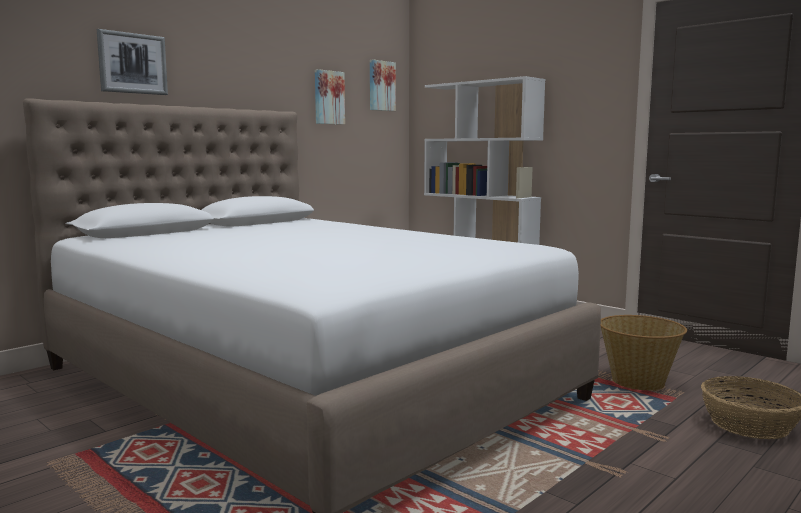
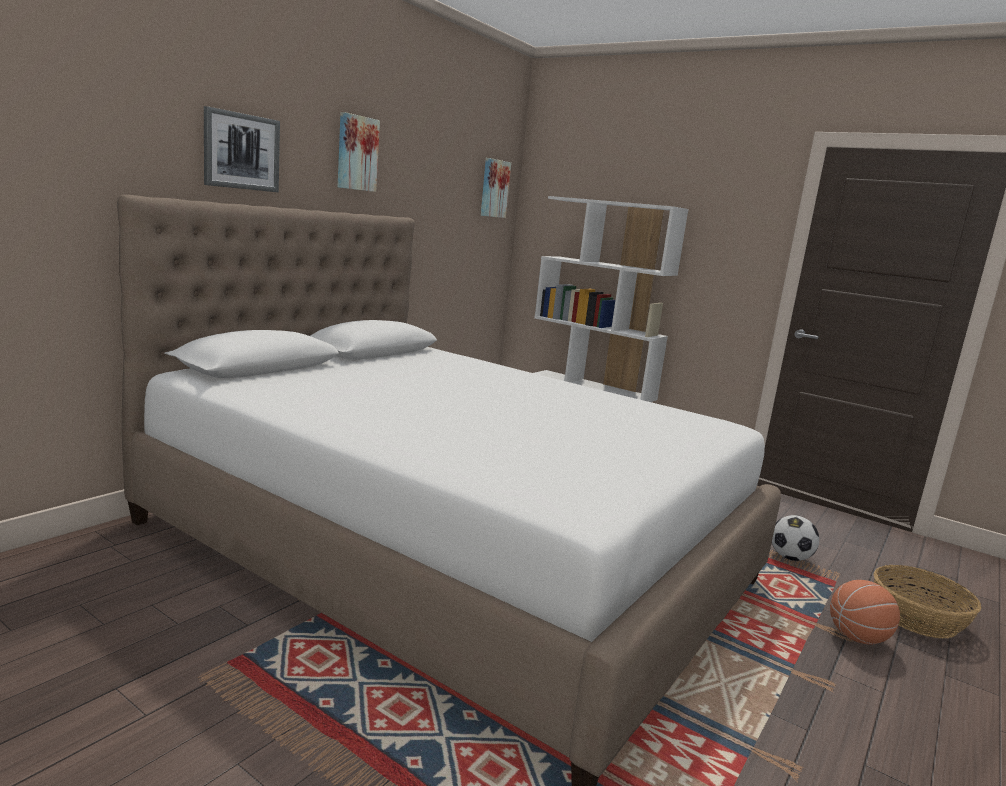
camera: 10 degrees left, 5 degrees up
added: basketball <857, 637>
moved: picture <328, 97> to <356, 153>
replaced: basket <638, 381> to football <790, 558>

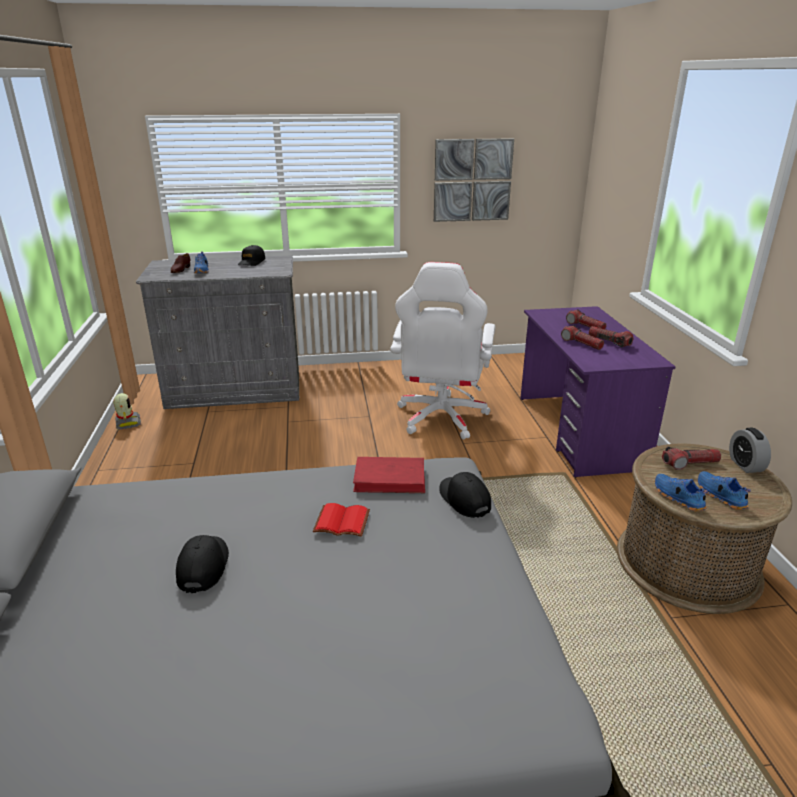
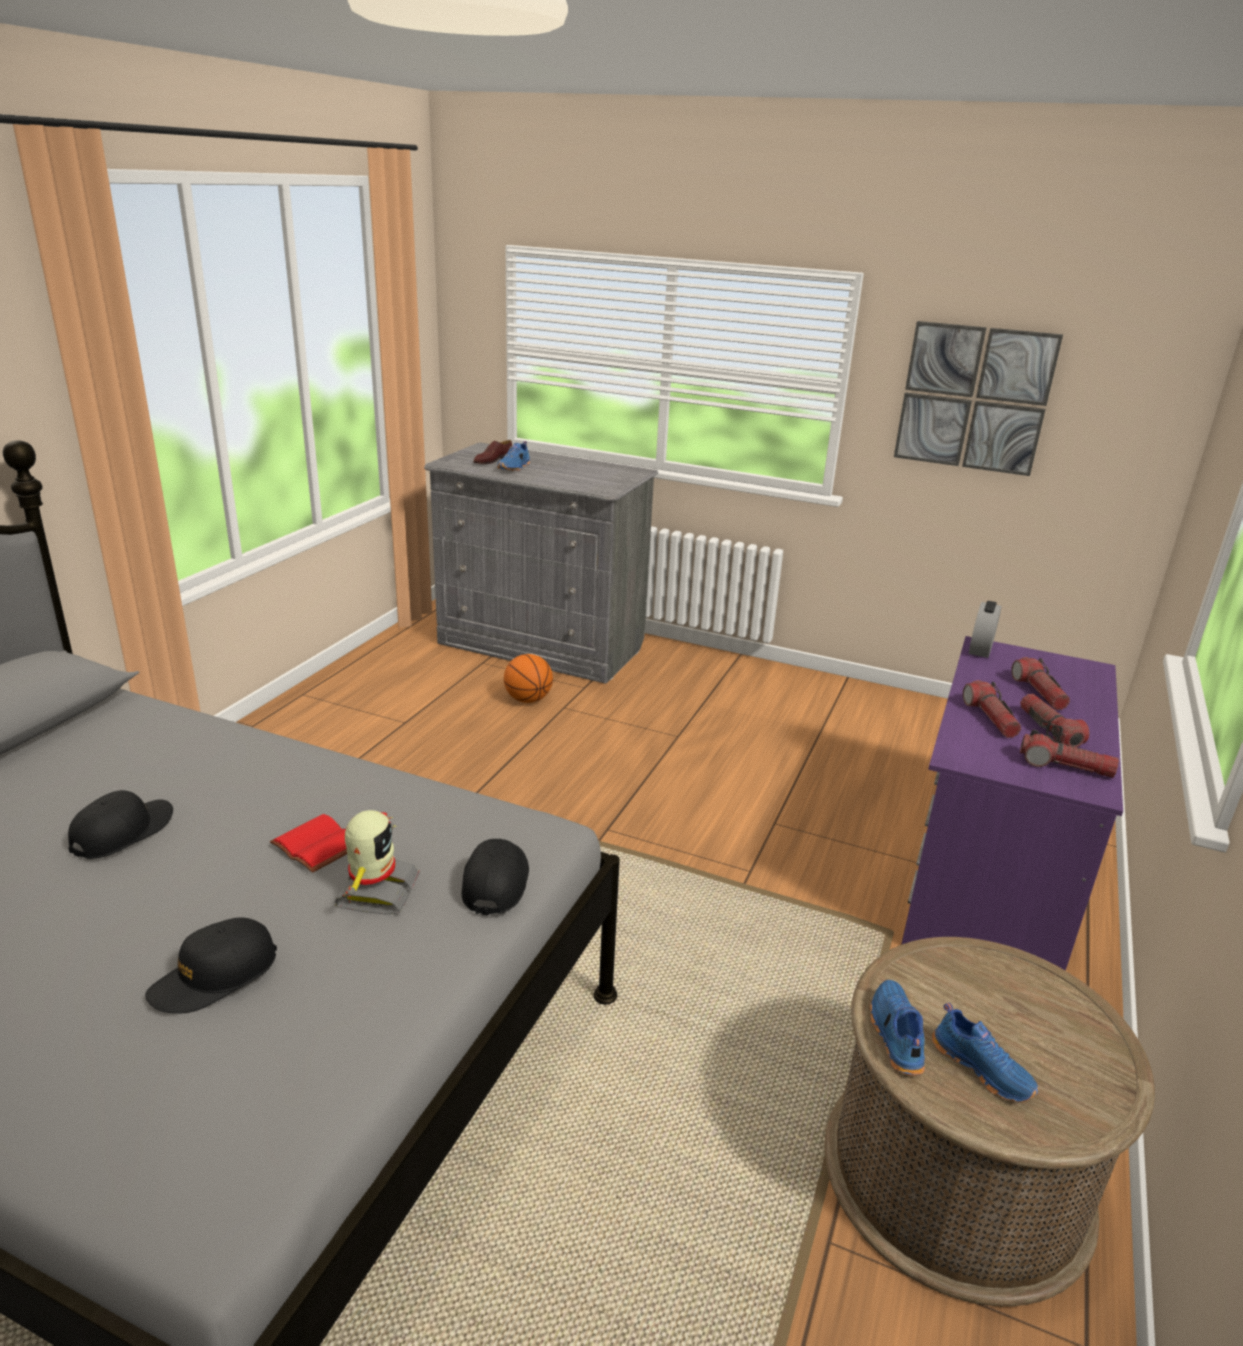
camera: 30 degrees right, 0 degrees up
removed: red_book <390, 478>; white_office_chair <441, 417>
added: basketball <528, 699>
moved: toy_robot <127, 423> to <375, 892>; black_cap <252, 262> to <214, 977>; flashlight <690, 464> to <1065, 767>; alarm_clock <745, 465> to <980, 649>
turned: blue_shoe <719, 496> = <982, 1068> 135 degrees clockwise

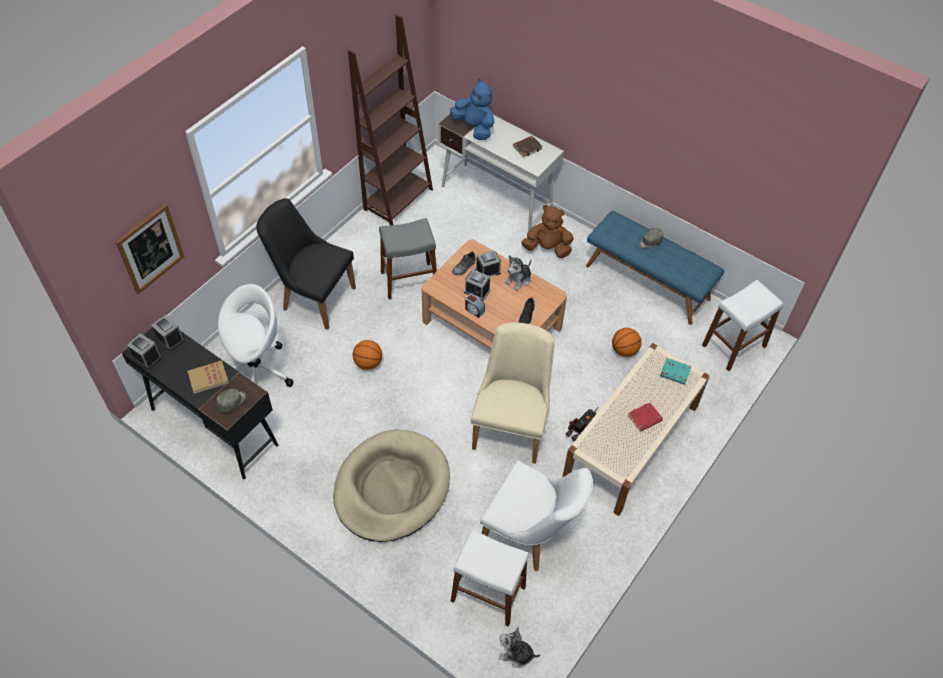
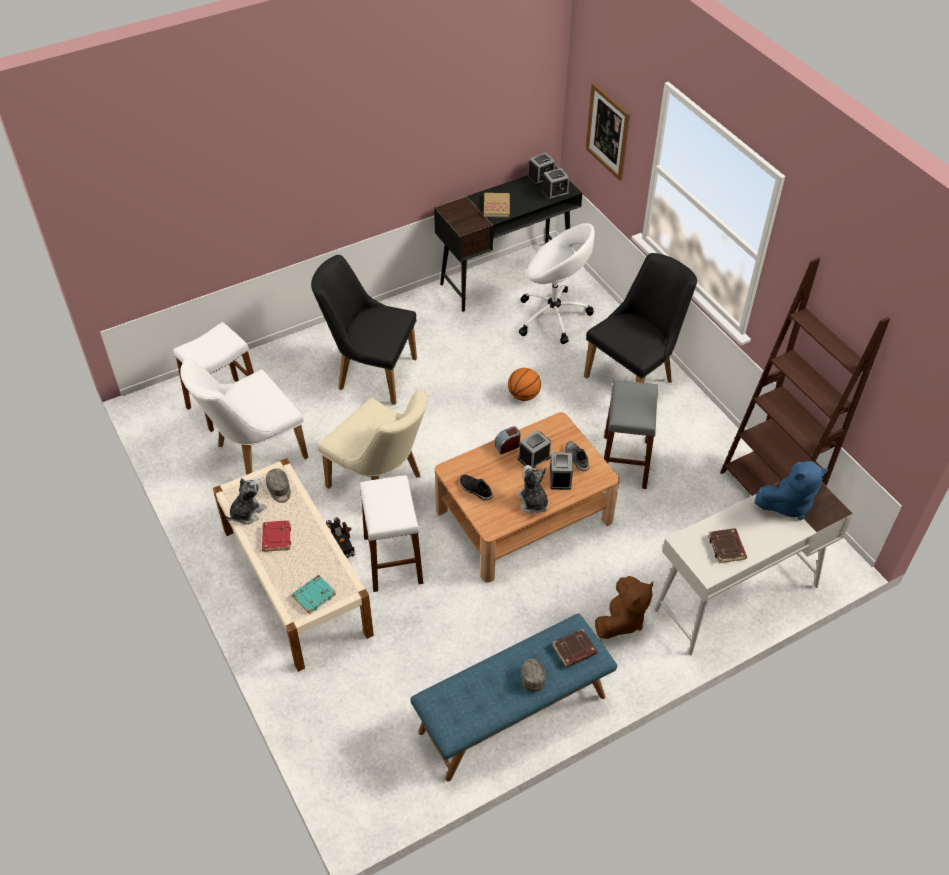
camera: 115 degrees right, 5 degrees down
removed: basketball <624, 350>
added: brown_book <574, 650>
moved: grey_cap <232, 402> to <279, 490>; plush_toy <516, 654> to <247, 512>; white_stool <734, 346> to <393, 560>
replaced: beige_dog_bed <391, 488> to black_chair <369, 372>
turned: white_office_chair <259, 371> = <554, 316> 60 degrees counterclockwise

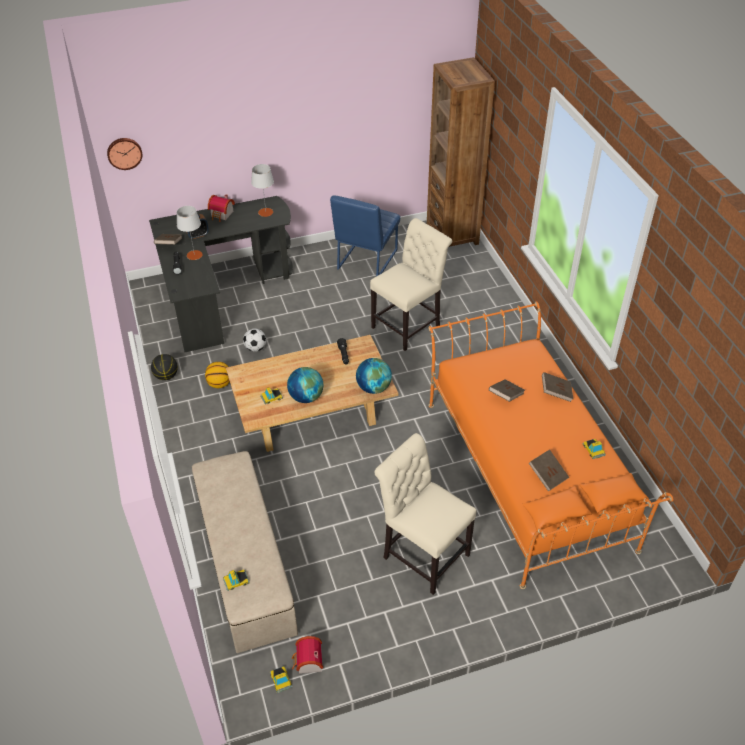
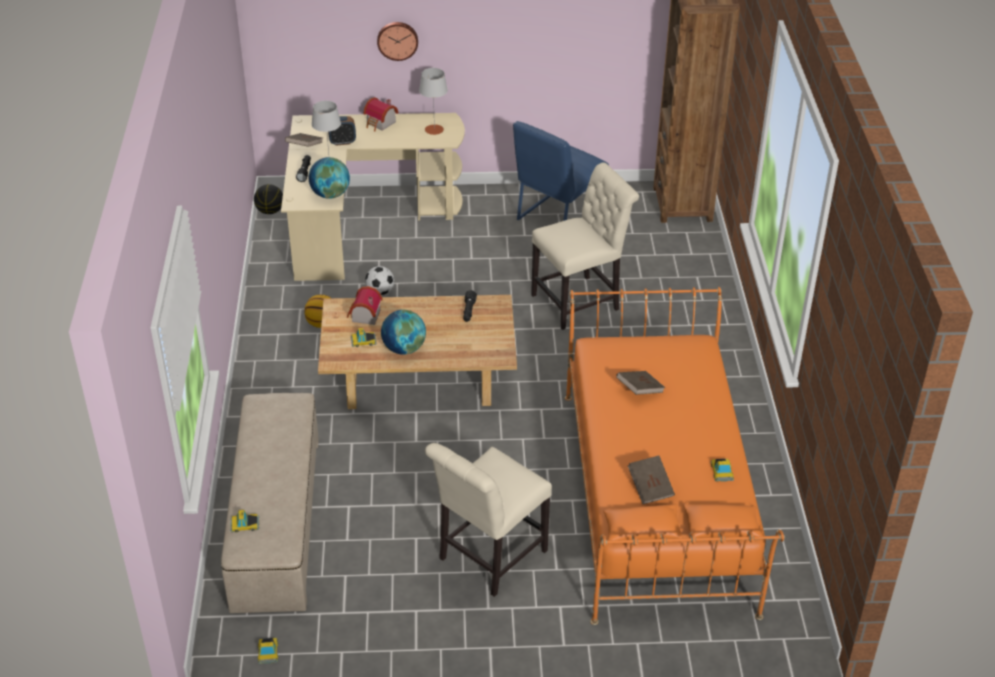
camera: 15 degrees right, 5 degrees down
removed: brown_book <556, 392>
moved: wall_clock <124, 153> to <397, 40>; basketball <166, 376> to <270, 211>; toy_house <307, 662> to <364, 316>; globe <373, 388> to <330, 194>
recoloured: black_desk <219, 293> to beige_desk <361, 221>
turned: beige_chair <422, 553> = <487, 558> 105 degrees counterclockwise

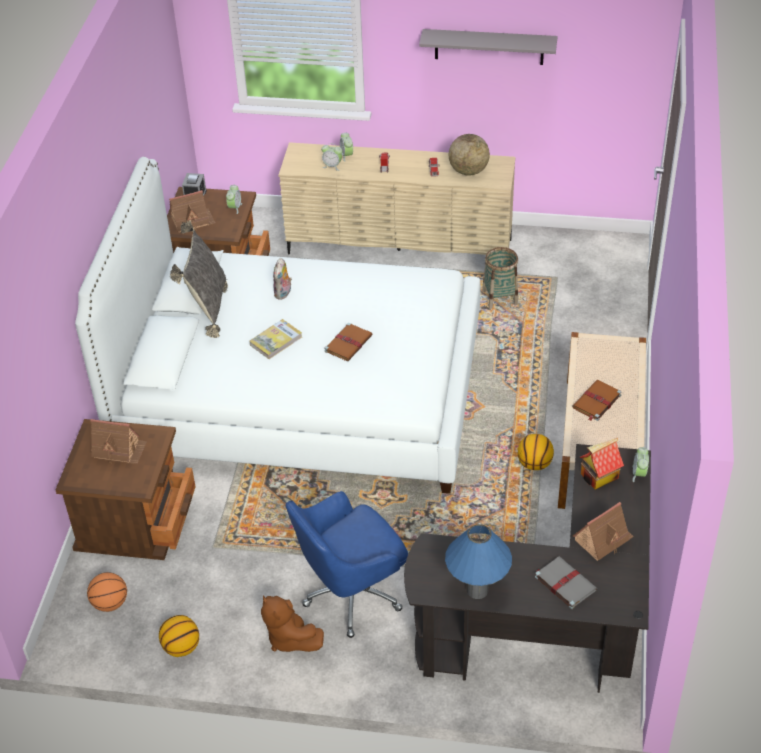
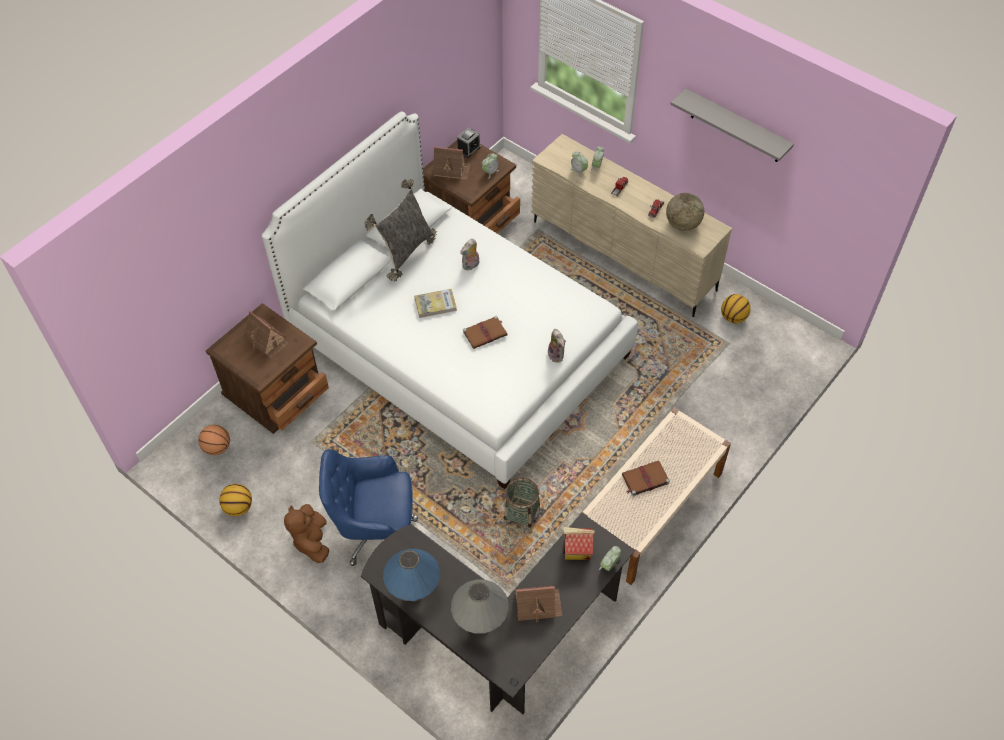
camera: 30 degrees right, 10 degrees up
added: plush_toy <557, 355>
moved: basket <500, 297> to <521, 517>; basketball <534, 464> to <733, 317>
replaced: grey_book <564, 583> to grey_table_lamp <480, 624>

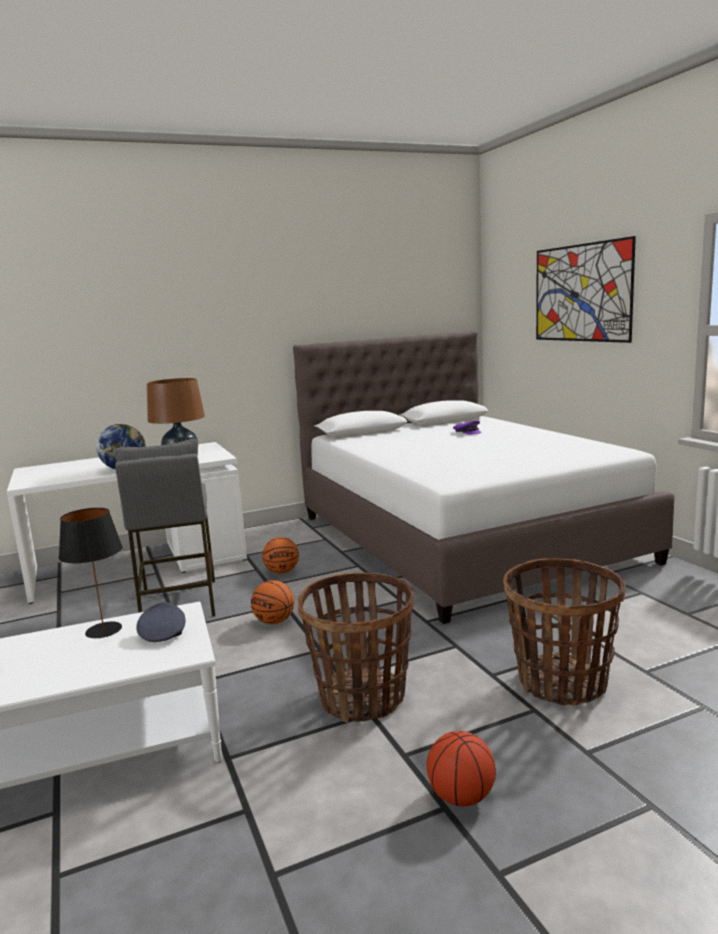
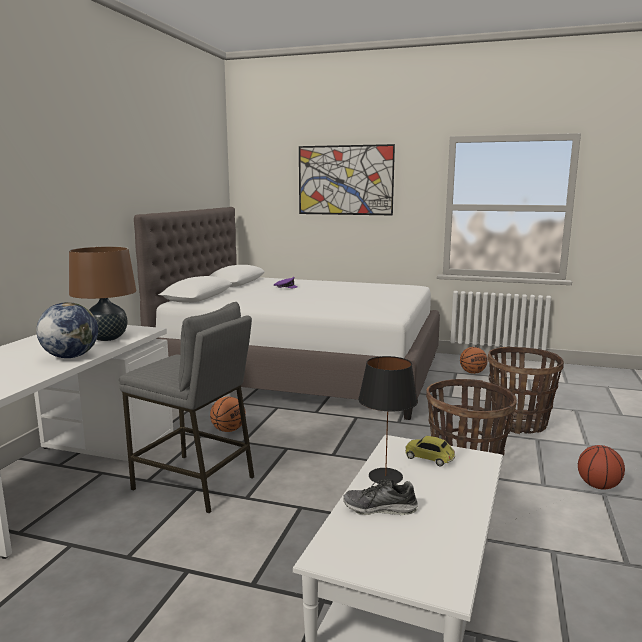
camera: 50 degrees left, 0 degrees up
added: shoe <380, 508>
moved: basketball <274, 621> to <472, 372>
replaced: grey_cap <162, 633> to toy_car <429, 458>

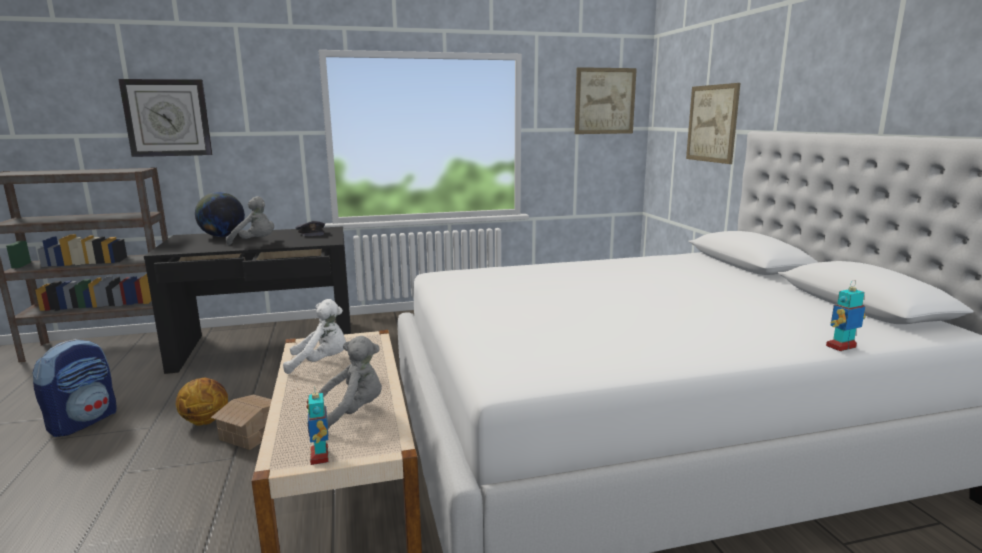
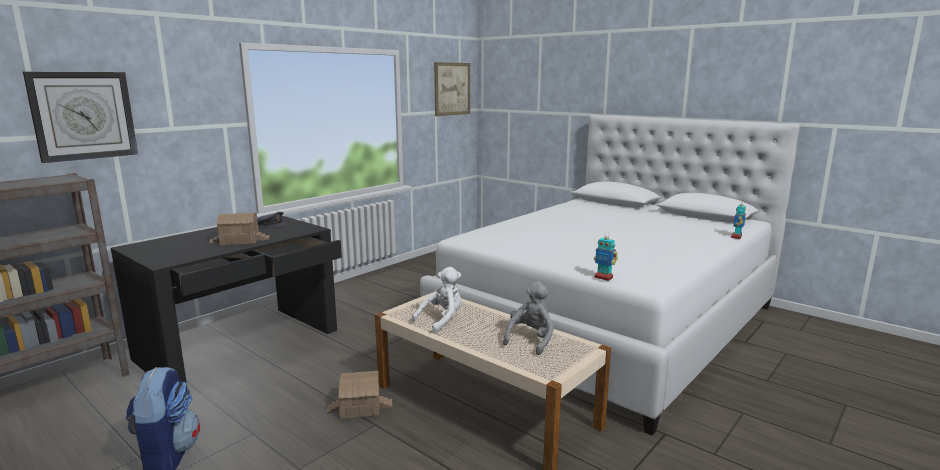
camera: 35 degrees left, 0 degrees up
removed: basketball <206, 421>; globe <222, 236>; picture <712, 123>
moved: toy_robot <320, 456> to <603, 277>
replaced: grey_plush_toy <255, 242> to toy_house <240, 240>

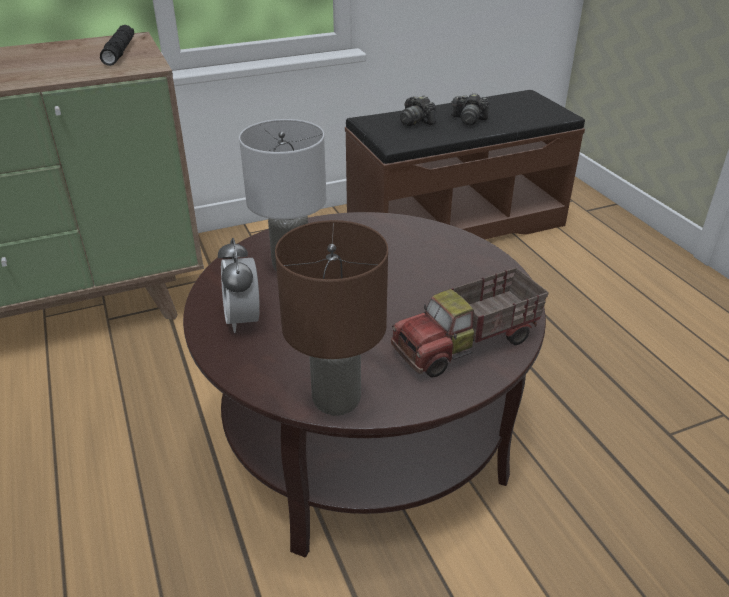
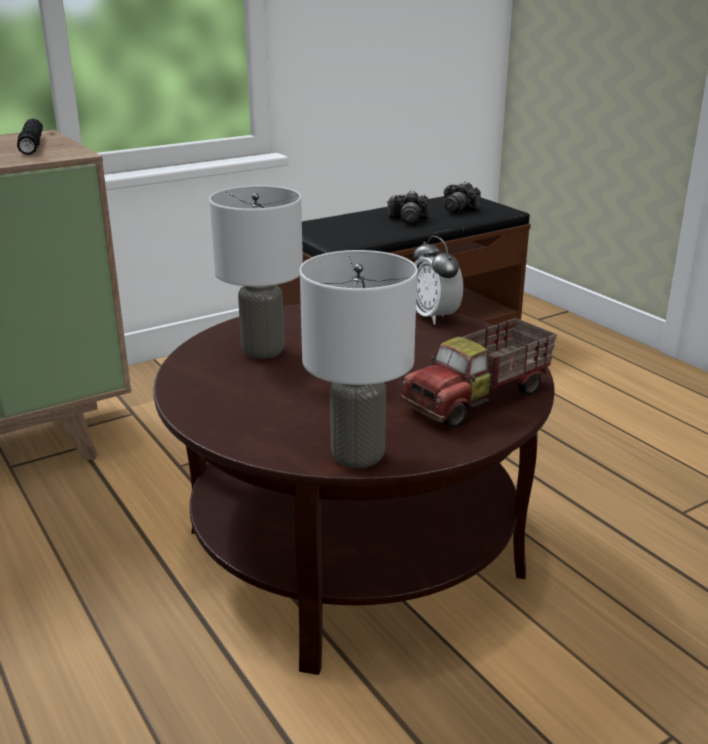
camera: 10 degrees left, 10 degrees down
moved: alarm_clock <243, 319> to <434, 317>; photo_camera <416, 121> to <458, 209>
recoloured: brown_table_lamp <337, 403> to white_table_lamp <359, 458>

